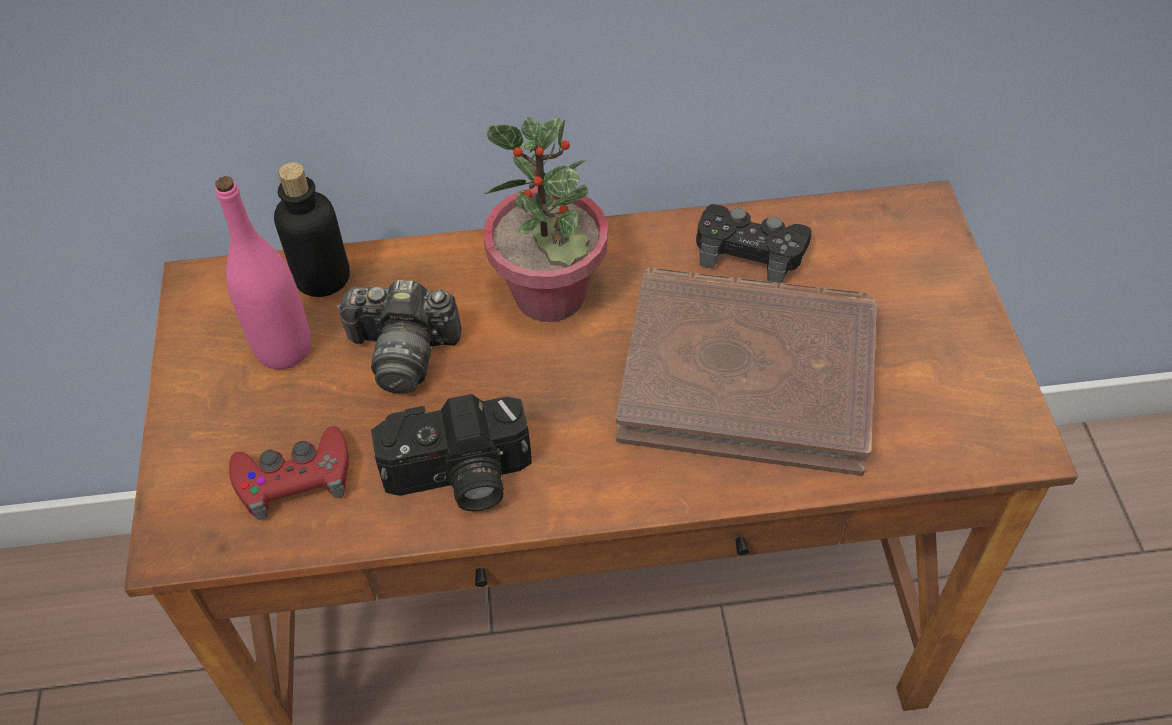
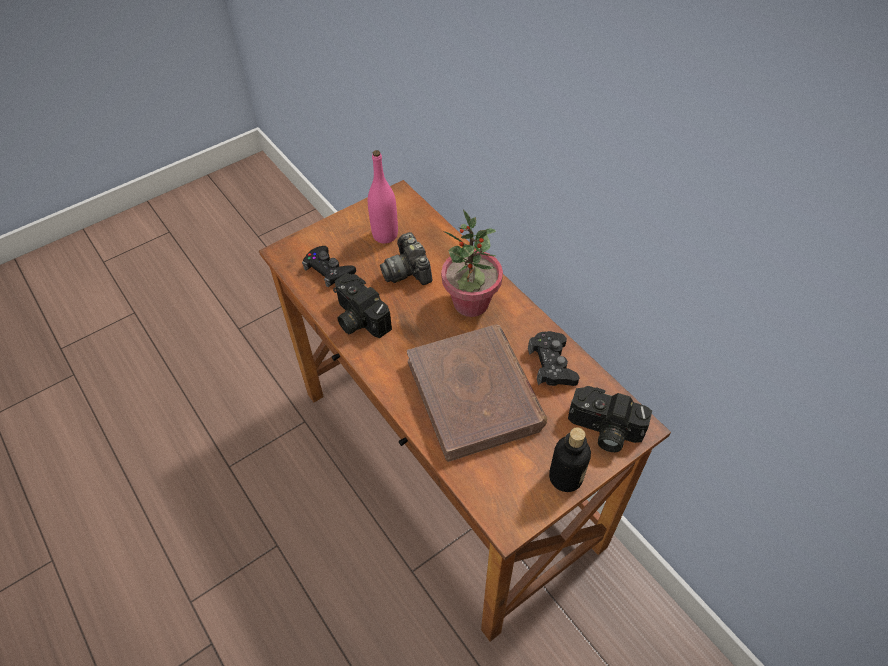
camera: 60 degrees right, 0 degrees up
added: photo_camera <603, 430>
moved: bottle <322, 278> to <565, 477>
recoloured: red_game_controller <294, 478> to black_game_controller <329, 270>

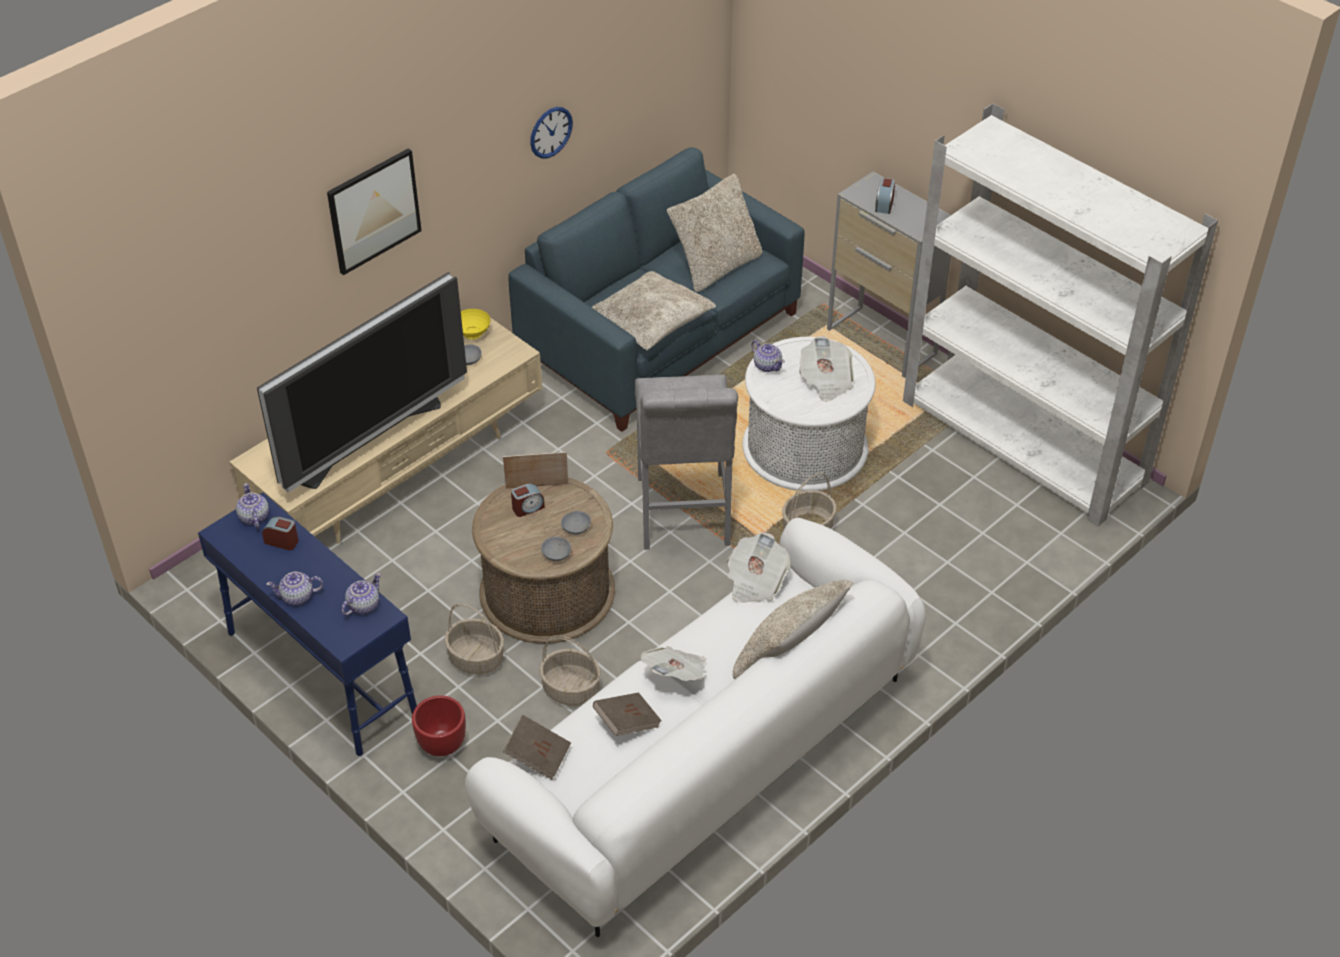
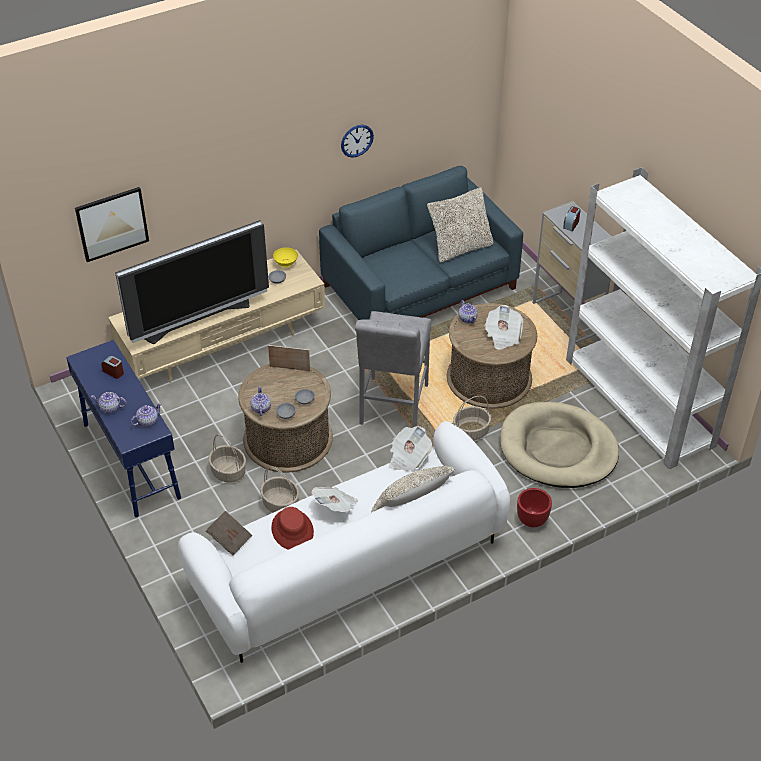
camera: 15 degrees right, 0 degrees up
removed: alarm_clock <528, 508>; beige_pillow <650, 322>
added: beige_dog_bed <558, 449>
moved: teapot <254, 517> to <260, 408>; picture <374, 210> to <112, 223>; red_planter <442, 745> to <532, 521>
replaced: brown_book <627, 722> to red_hat <292, 530>
recoloured: white_coffee_table <805, 447> to brown_coffee_table <489, 378>

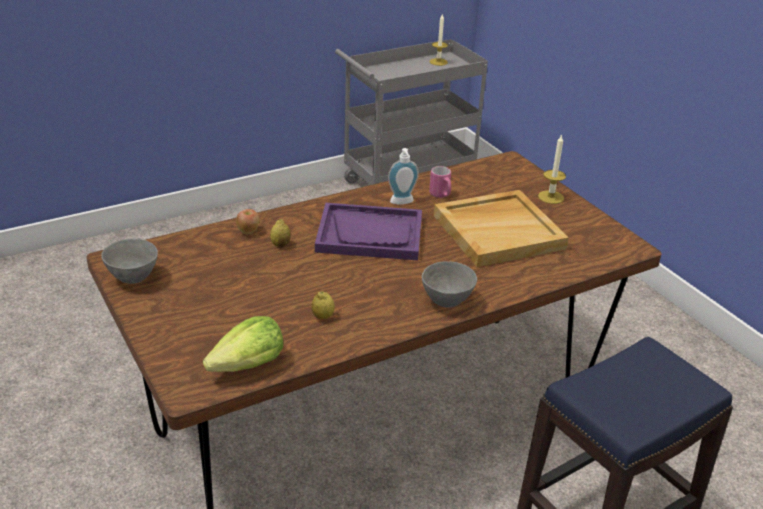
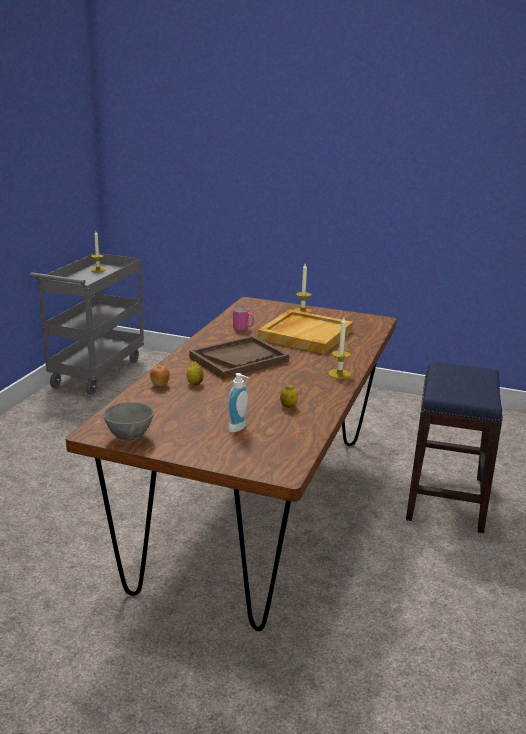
camera: 40 degrees left, 10 degrees down
removed: lettuce <248, 365>
moved: soap_dispenser <402, 203> to <239, 428>
replaced: grey_bowl <447, 302> to candle <339, 374>
recoloured: purple_tray <370, 234> to brown_tray <239, 359>

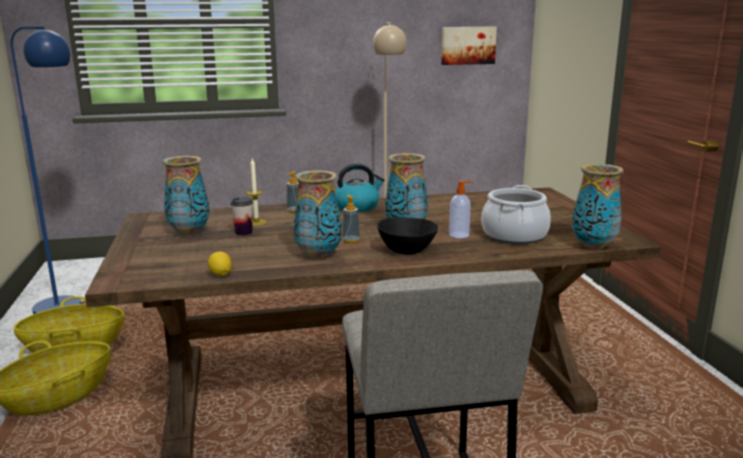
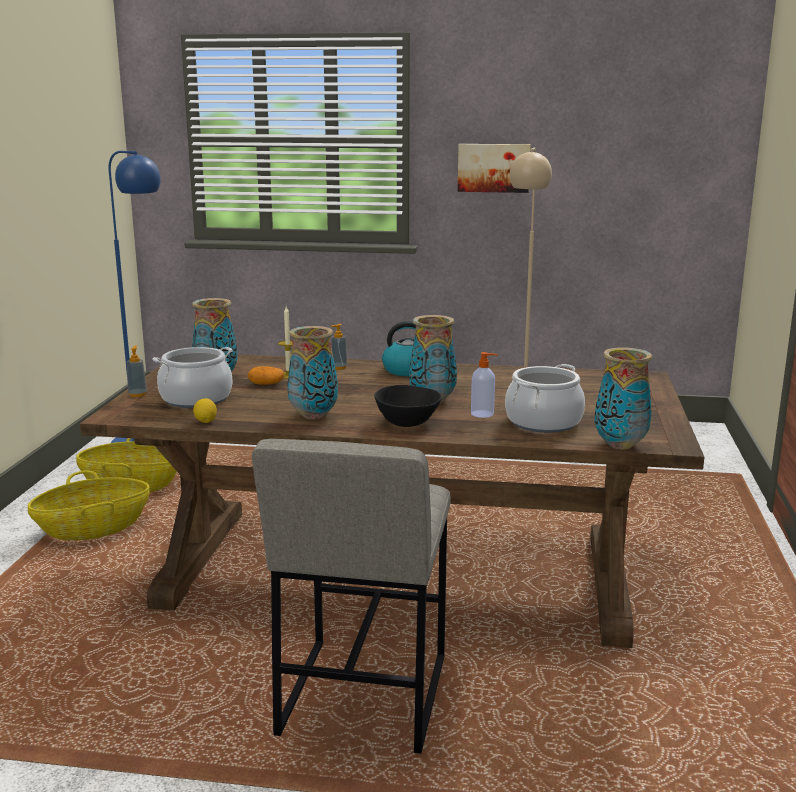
camera: 20 degrees right, 0 degrees up
added: cooking_pot <196, 399>
moved: soap_dispenser <351, 241> to <137, 394>; picture <468, 45> to <493, 167>
replaced: cup <244, 232> to potato <266, 384>

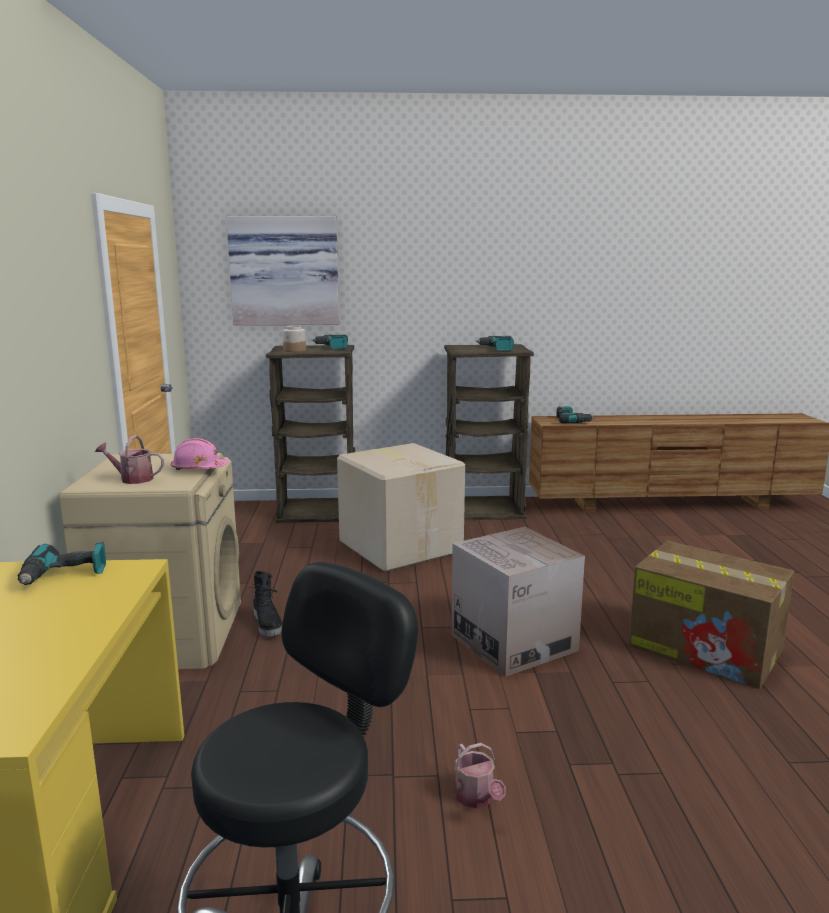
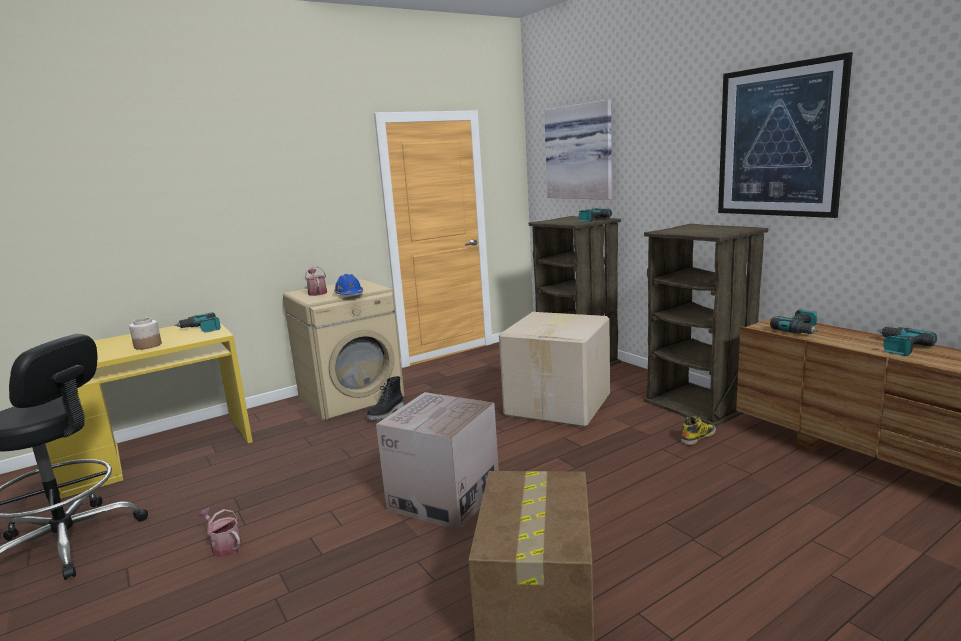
camera: 60 degrees right, 0 degrees up
added: boot <698, 437>; picture <778, 141>
moved: jar <294, 350> to <147, 345>; power_drill <497, 348> to <899, 347>
recoloured: pink_hard_hat <199, 469> to blue_hard_hat <349, 294>
turned: watering_can <477, 798> = <224, 546> 90 degrees clockwise

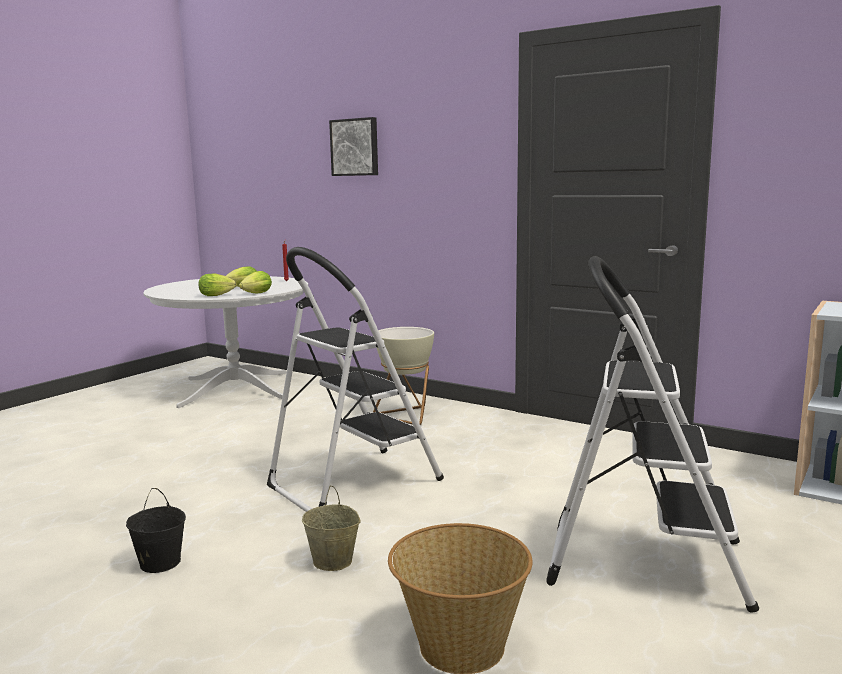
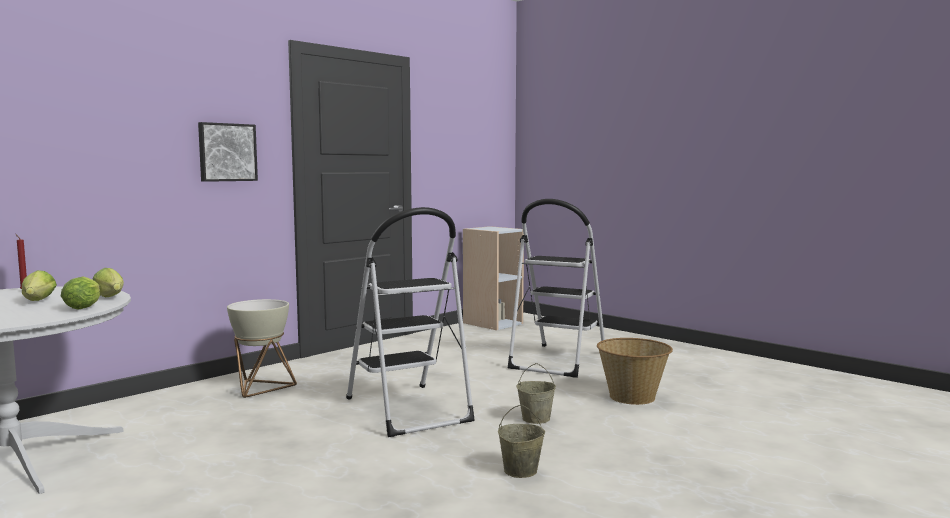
camera: 80 degrees left, 5 degrees down
moved: picture <355, 147> to <227, 152>
recoloured: black_bucket <159, 563> to beige_bucket <520, 471>

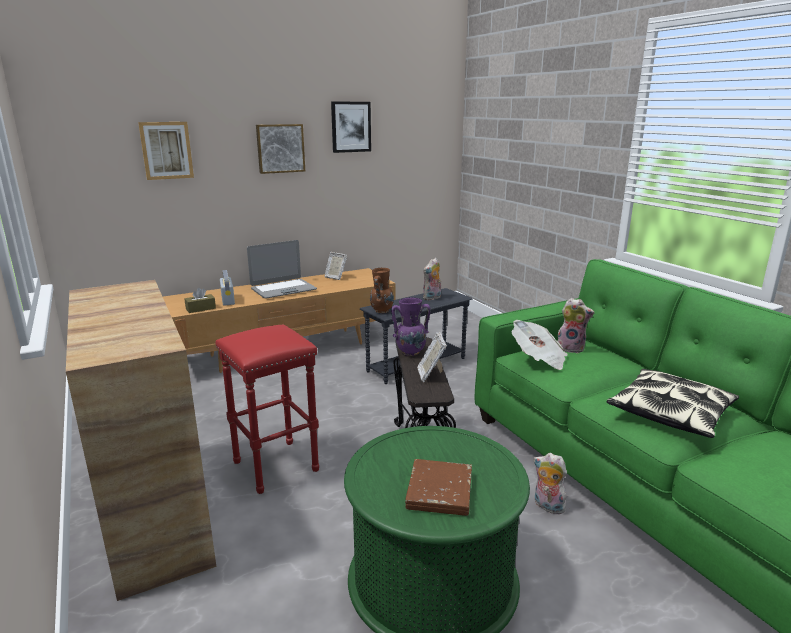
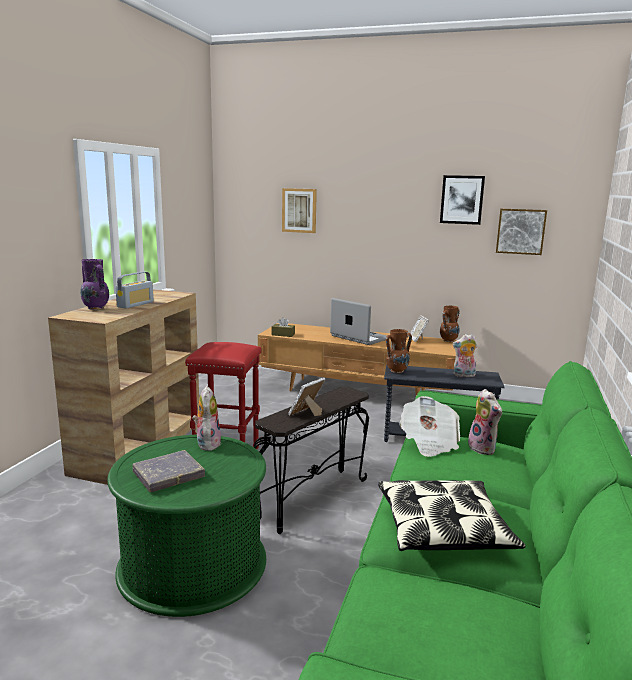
camera: 45 degrees right, 5 degrees down
added: brown_vase <448, 340>
moved: radio <228, 300> to <135, 304>; picture <280, 148> to <520, 231>; purple_vase <410, 352> to <96, 308>; plush_toy <547, 506> to <207, 443>
recoloured: brown_book <439, 491> to grey_book <168, 475>
turned: laptop <283, 289> = <359, 337> 150 degrees counterclockwise

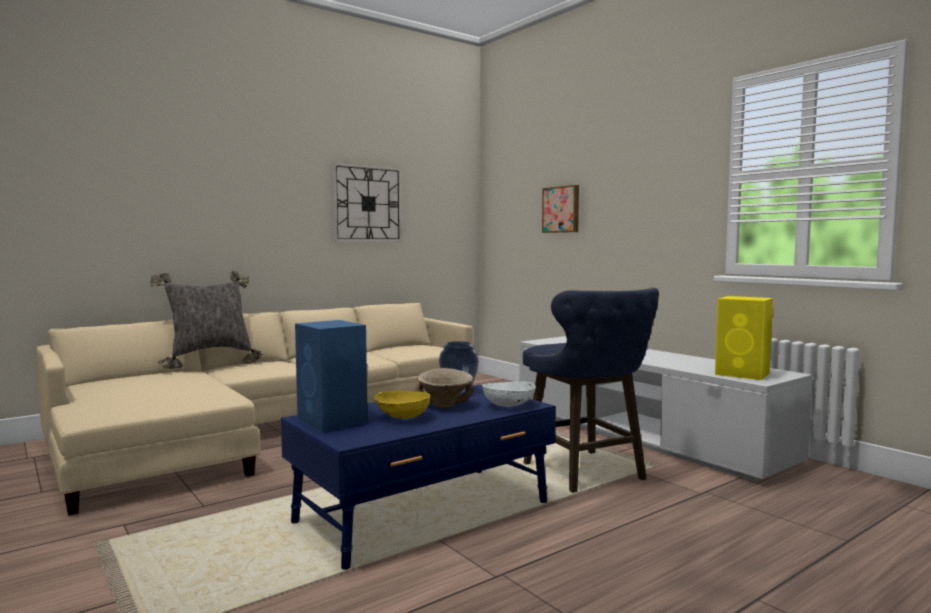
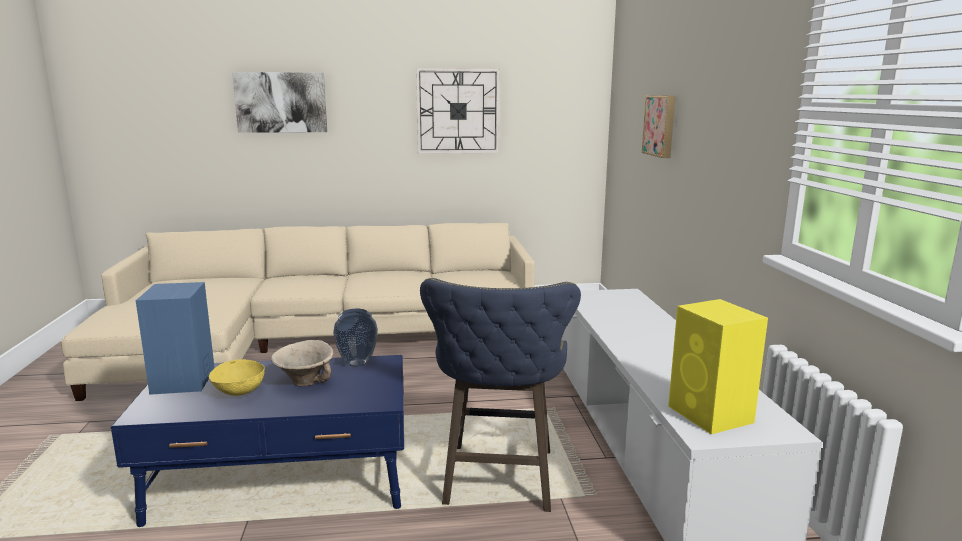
camera: 30 degrees right, 10 degrees up
removed: pillow <209, 366>; white_bowl <508, 405>
added: picture <281, 102>

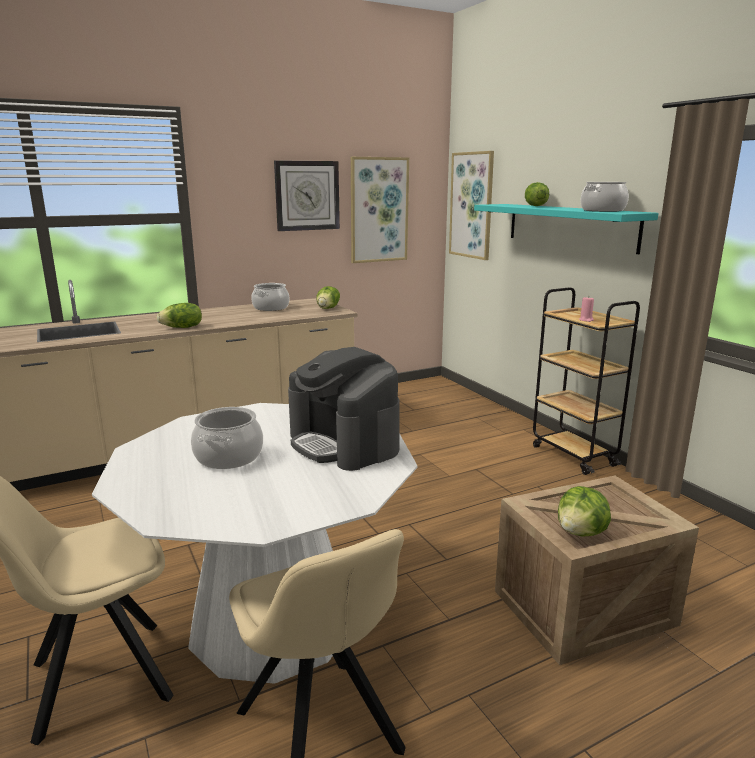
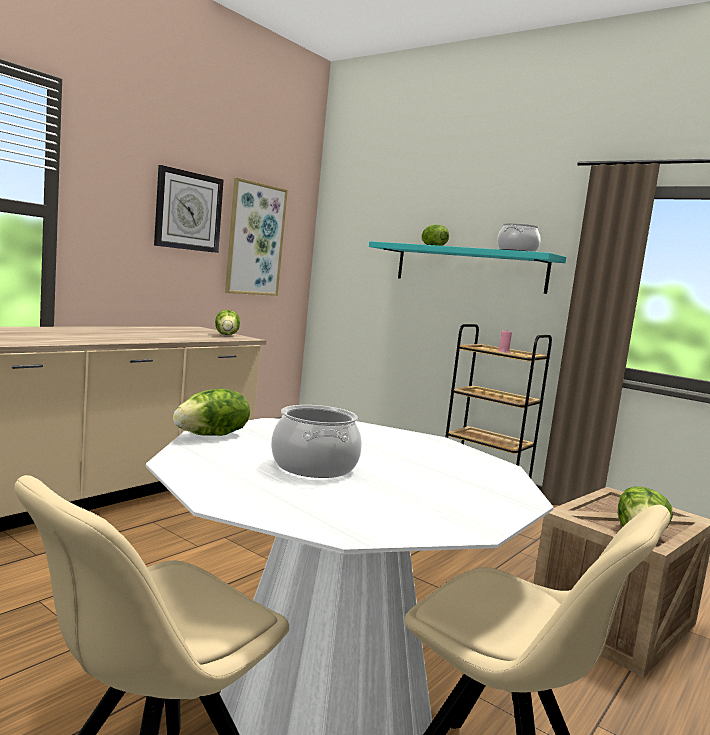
camera: 25 degrees left, 10 degrees down
removed: cooking_pot <271, 308>; coffee_machine <344, 443>; picture <471, 205>
moved: lettuce <182, 328> to <212, 435>

